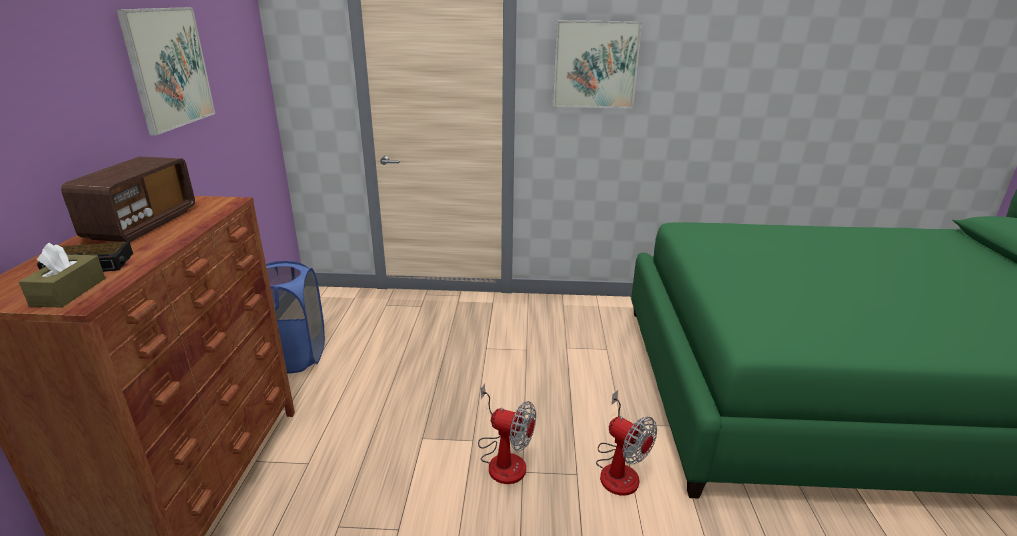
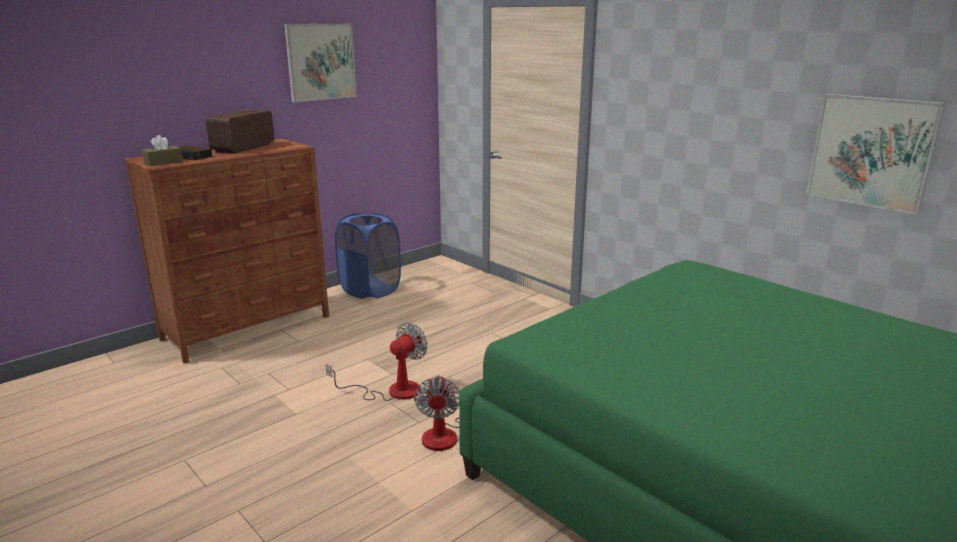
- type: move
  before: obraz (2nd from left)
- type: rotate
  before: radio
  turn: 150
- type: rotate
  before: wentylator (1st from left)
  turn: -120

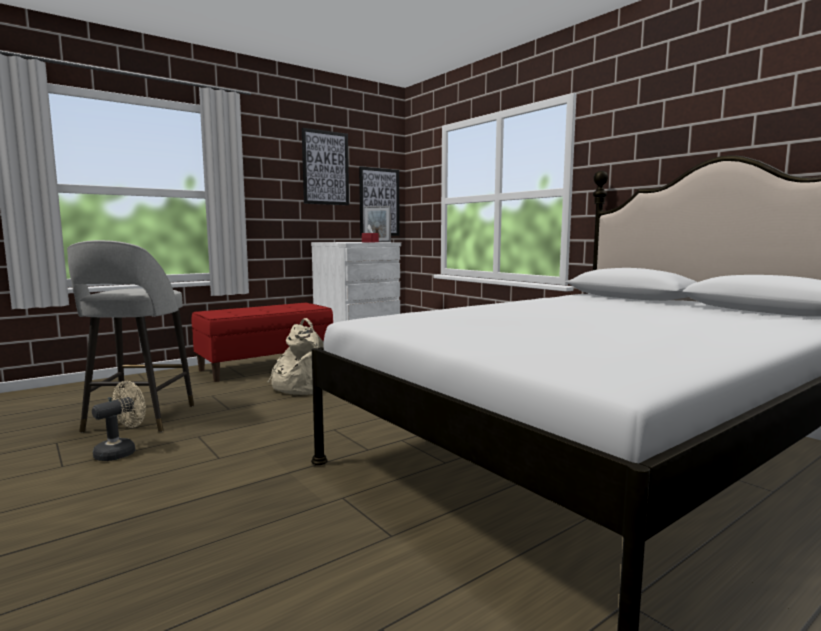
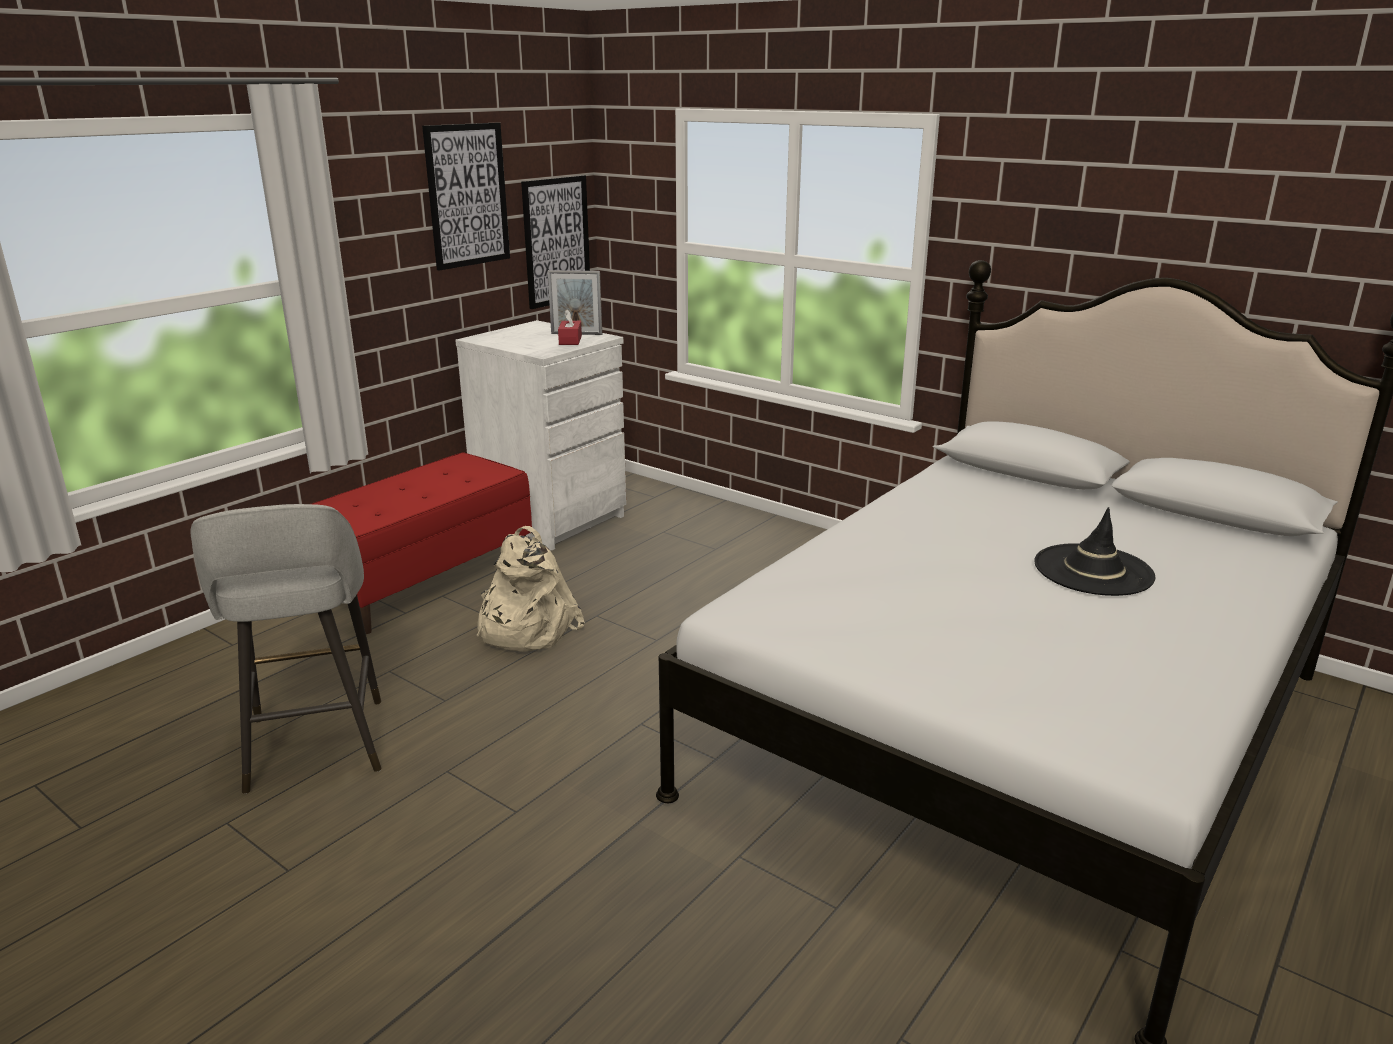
- type: delete
  before: wentylator/beżowy
- type: insert
  after: kapelusz/czarny

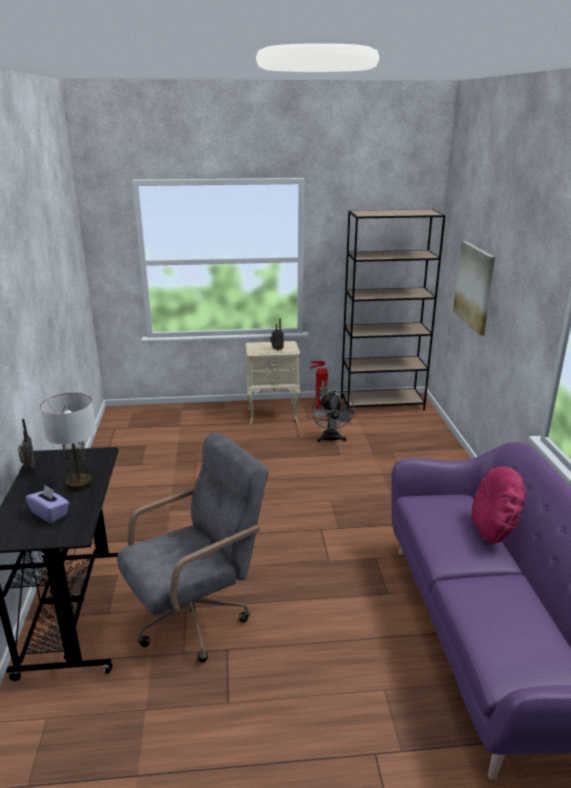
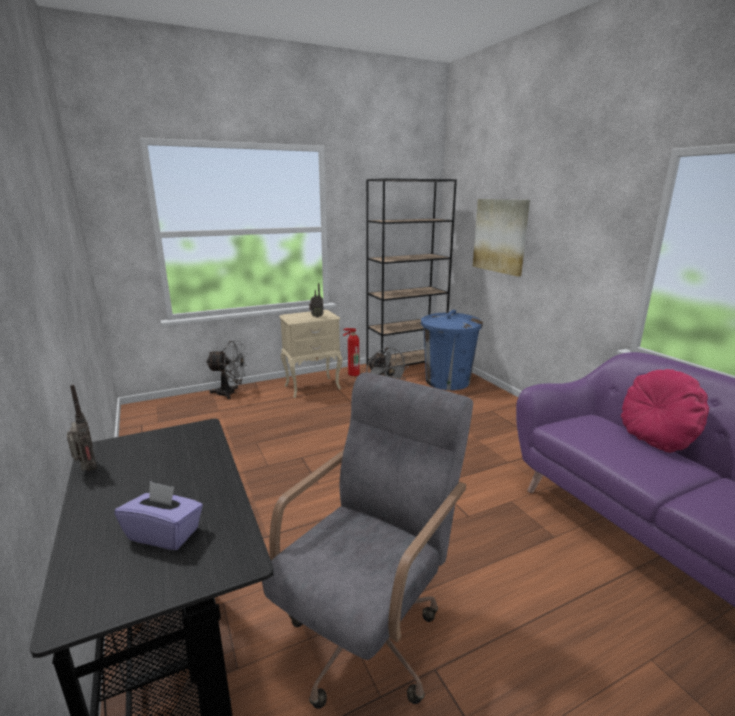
- type: delete
  before: lampa stołowa
- type: insert
  after: kosz na śmieci/niebieski
- type: insert
  after: wentylator/szary (1st from left)

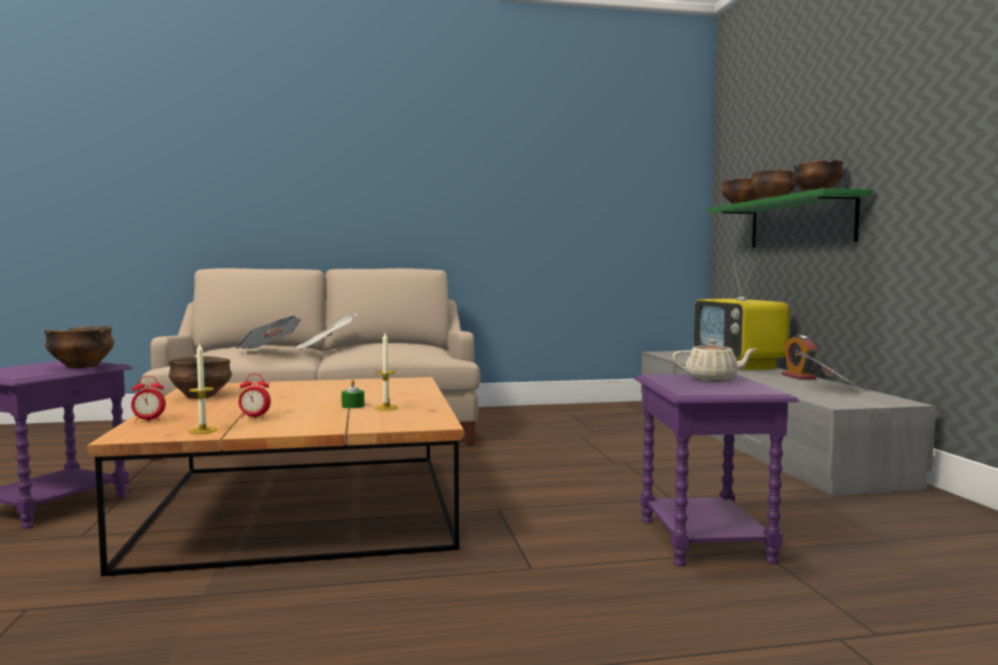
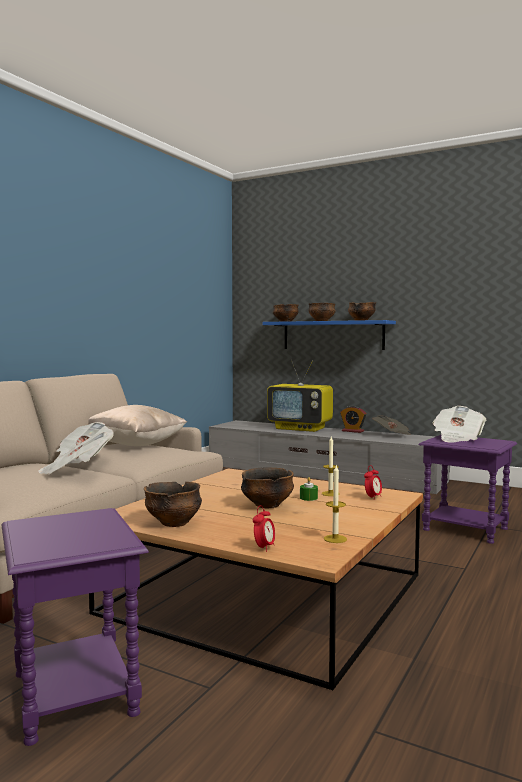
- type: recolor
  before: półka/zielony
  after: półka/niebieski
- type: move
  before: miska (1st from left in the first image)
  after: miska (2nd from left)
- type: replace
  before: imbryk/beżowy
  after: gazeta (4th from left)
- type: move
  before: budzik (2nd from left in the first image)
  after: budzik (3rd from left)
- type: insert
  after: poduszka/beżowy

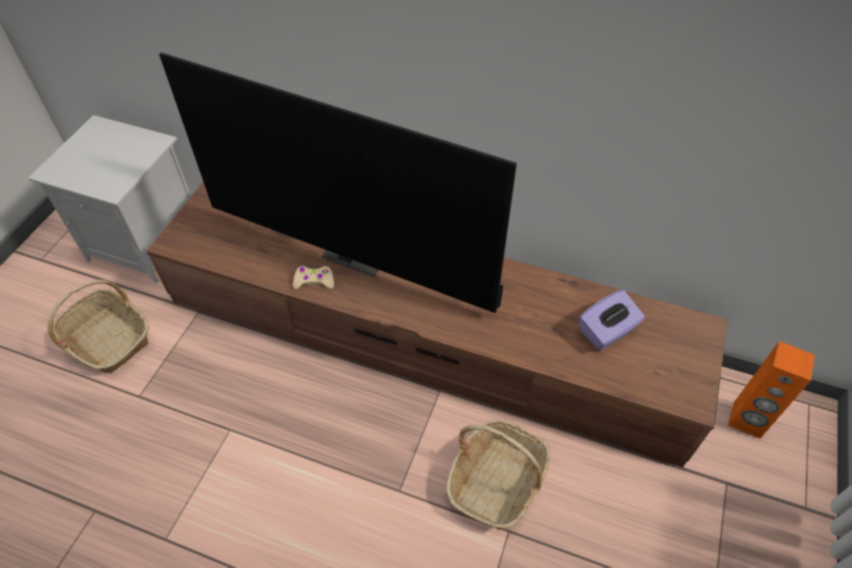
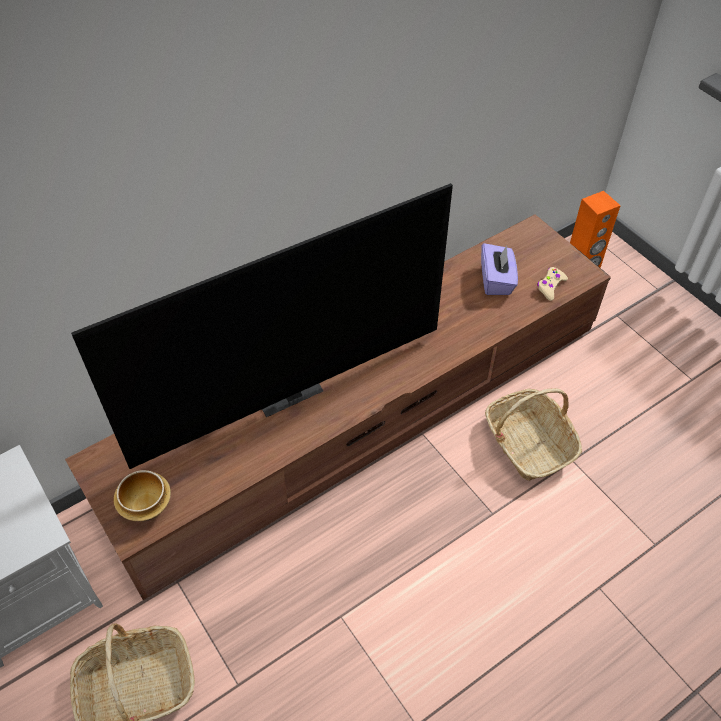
- type: move
  before: pad do gier/beżowy
- type: insert
  after: miska

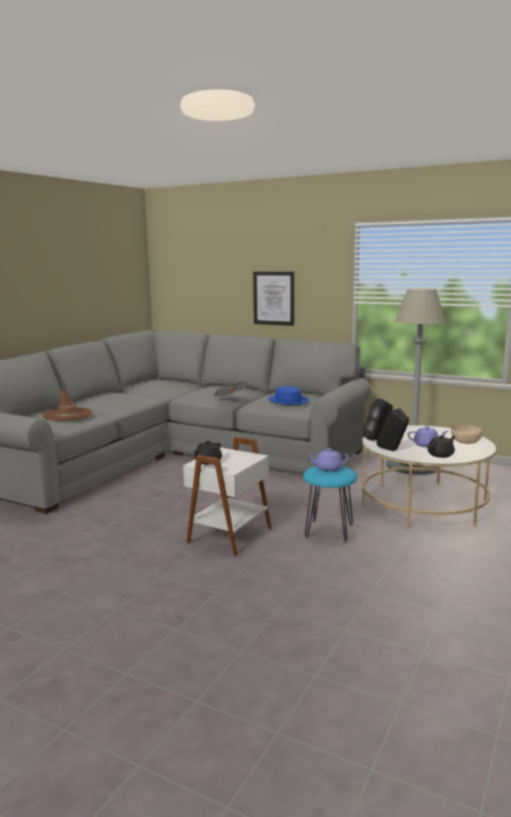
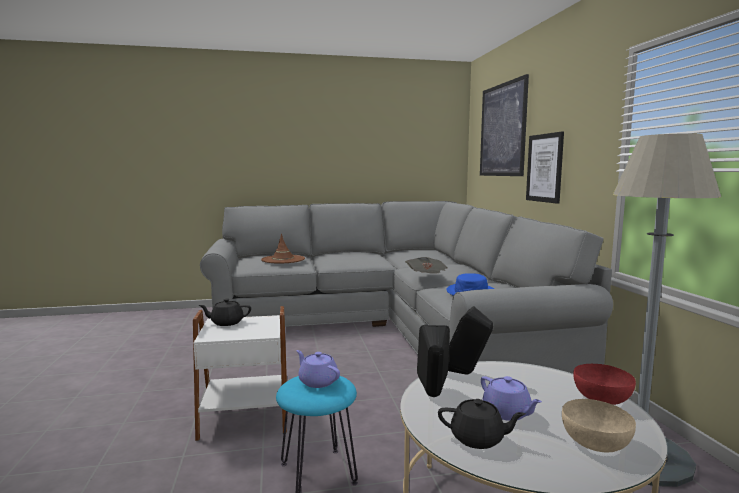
- type: insert
  after: obraz (1st from left)
- type: insert
  after: miska/czerwony

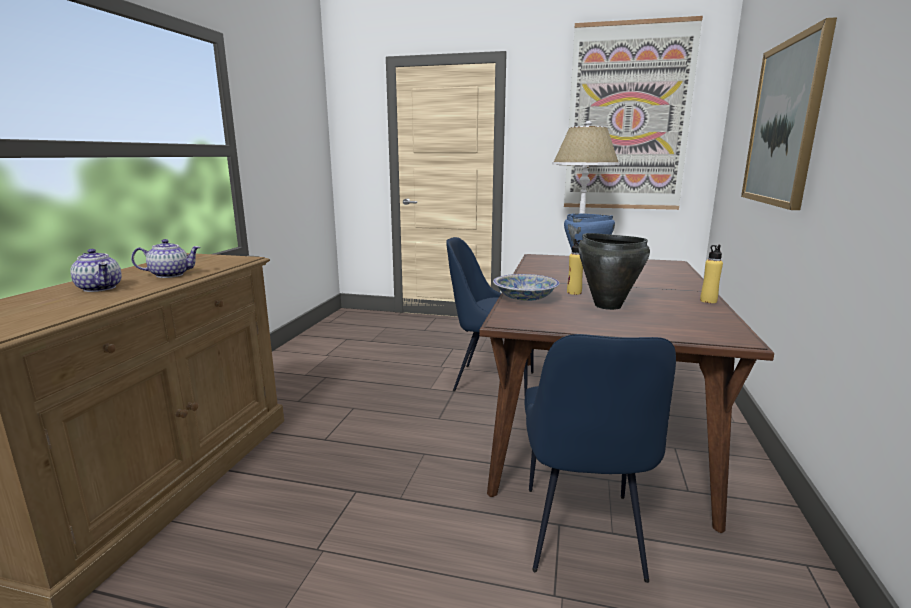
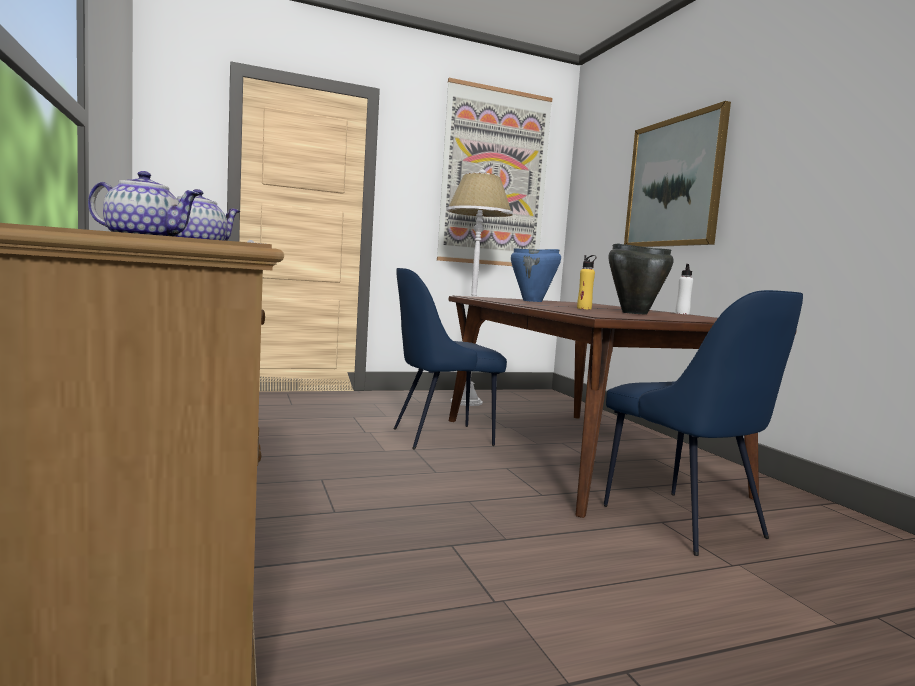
- type: recolor
  before: butelka/żółty (2nd from left)
  after: butelka/biały
- type: delete
  before: miska

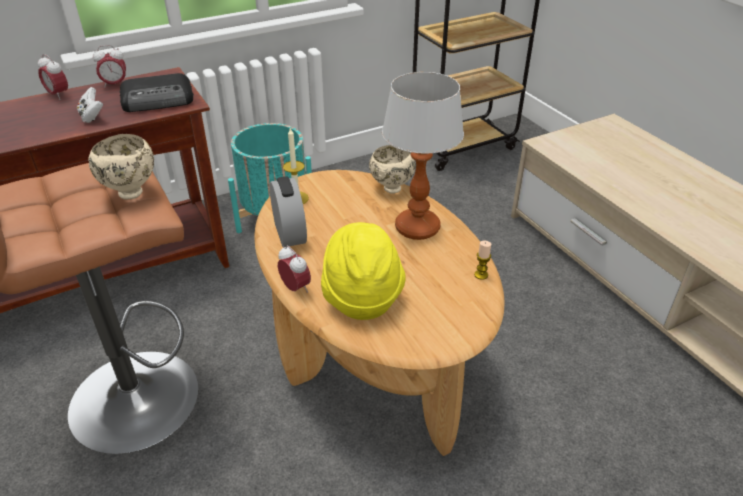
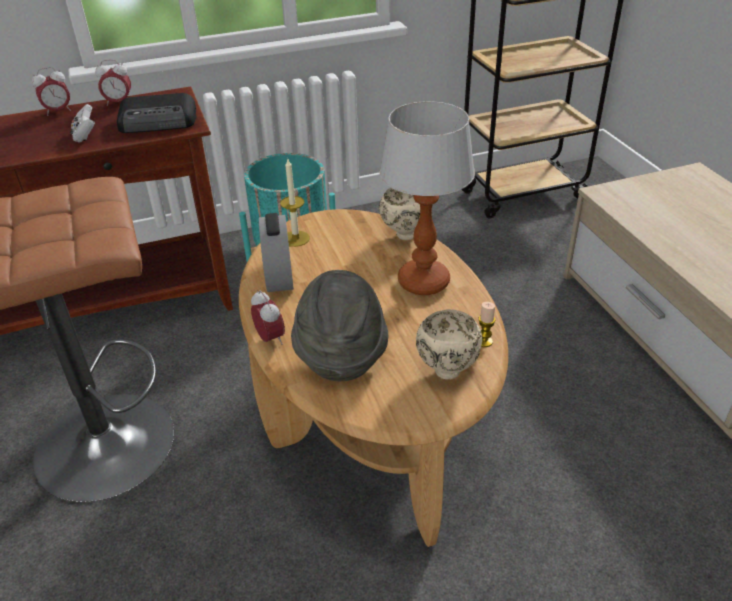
- type: rotate
  before: budzik (1st from left)
  turn: -75
- type: move
  before: miska/beżowy (1st from left in the first image)
  after: miska/beżowy (2nd from left)
- type: recolor
  before: kapelusz/żółty
  after: kapelusz/szary

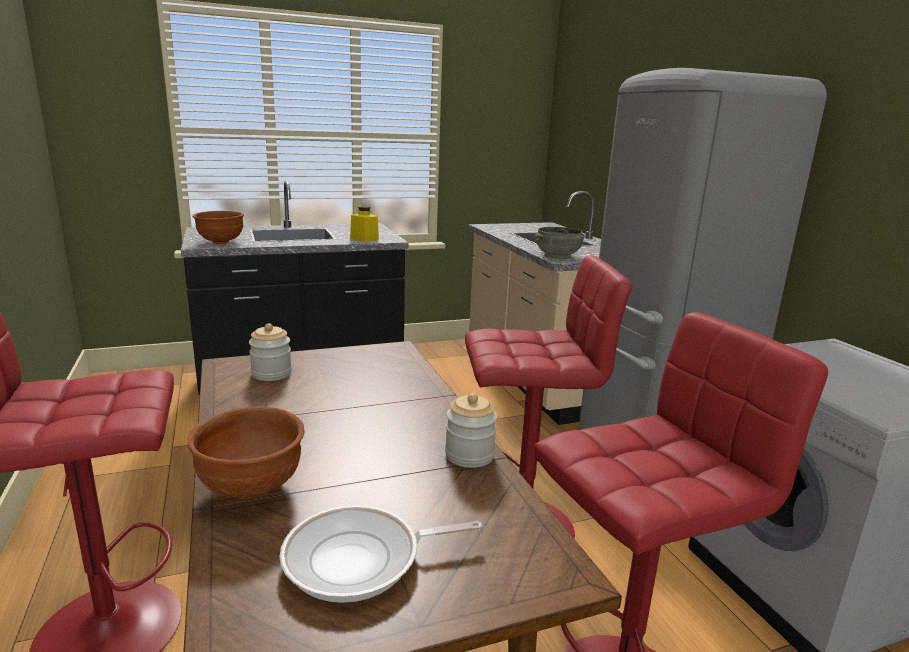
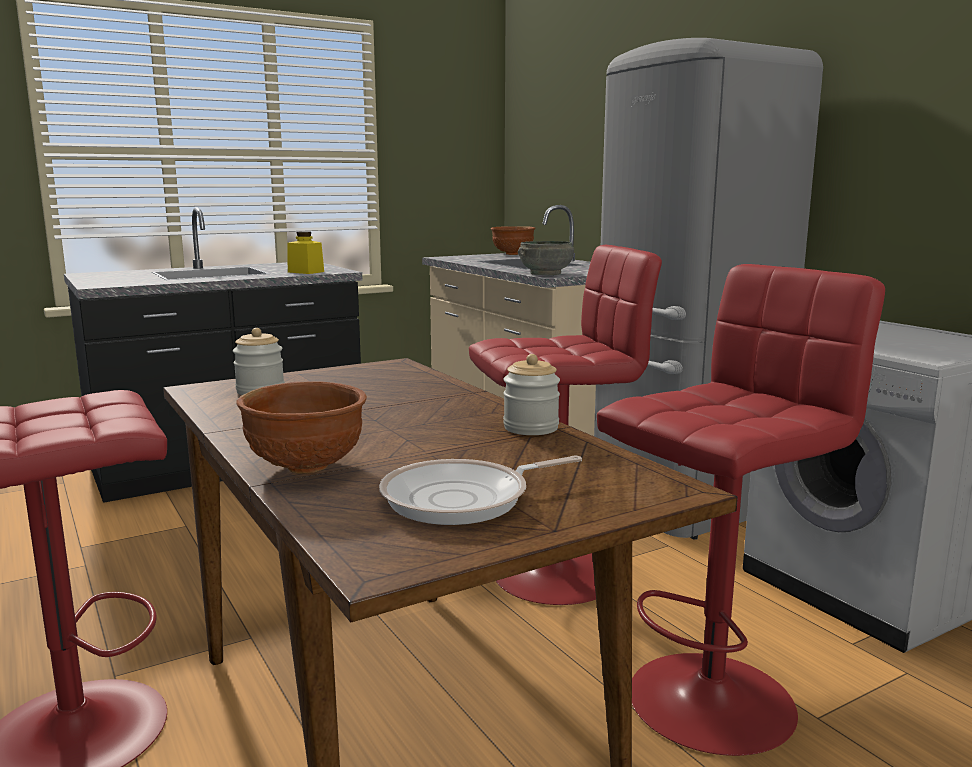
- type: move
  before: miska/brązowy (1st from left in the first image)
  after: miska/brązowy (2nd from left)

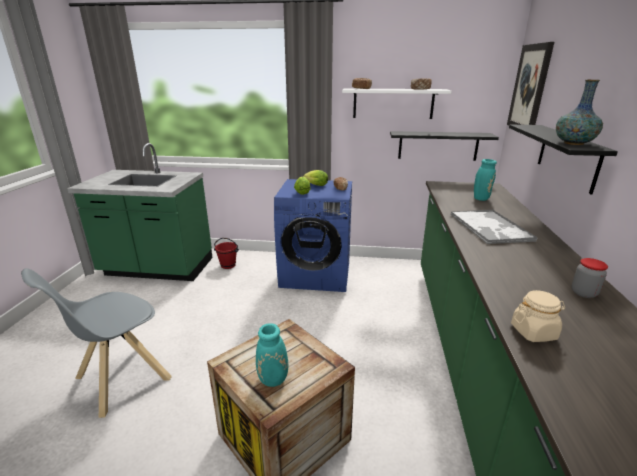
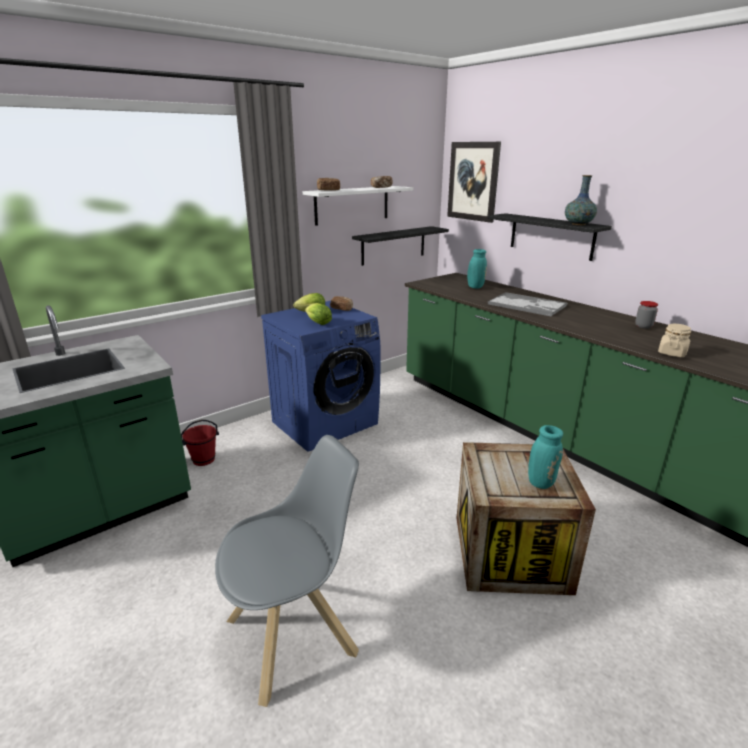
- type: rotate
  before: krzesło/szary
  turn: -120

